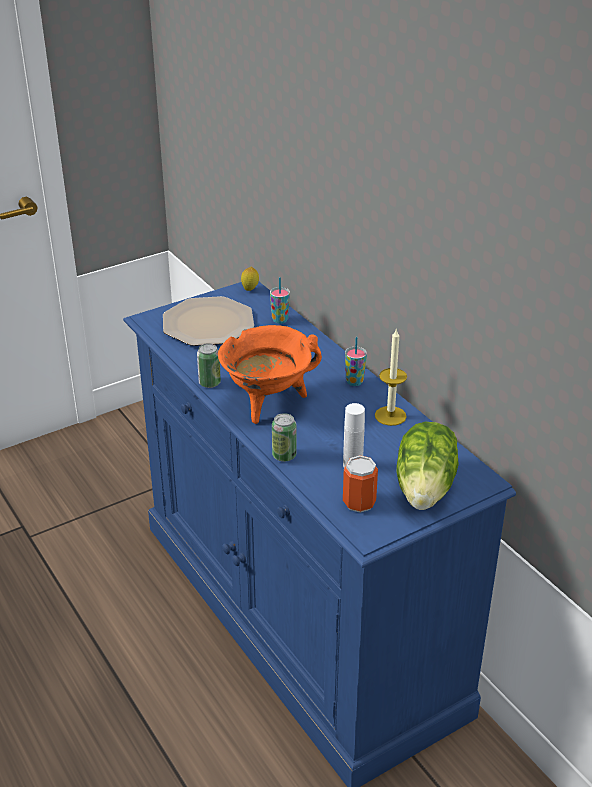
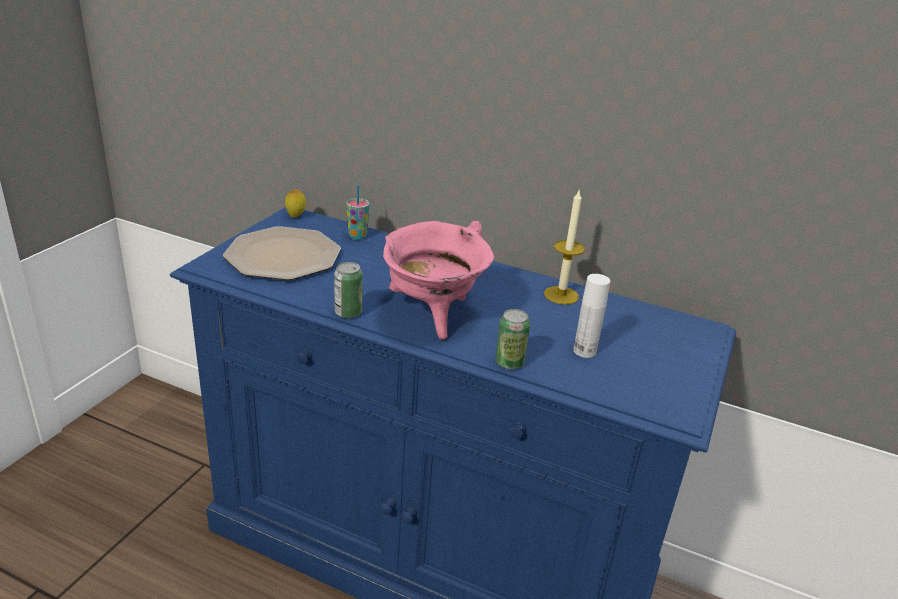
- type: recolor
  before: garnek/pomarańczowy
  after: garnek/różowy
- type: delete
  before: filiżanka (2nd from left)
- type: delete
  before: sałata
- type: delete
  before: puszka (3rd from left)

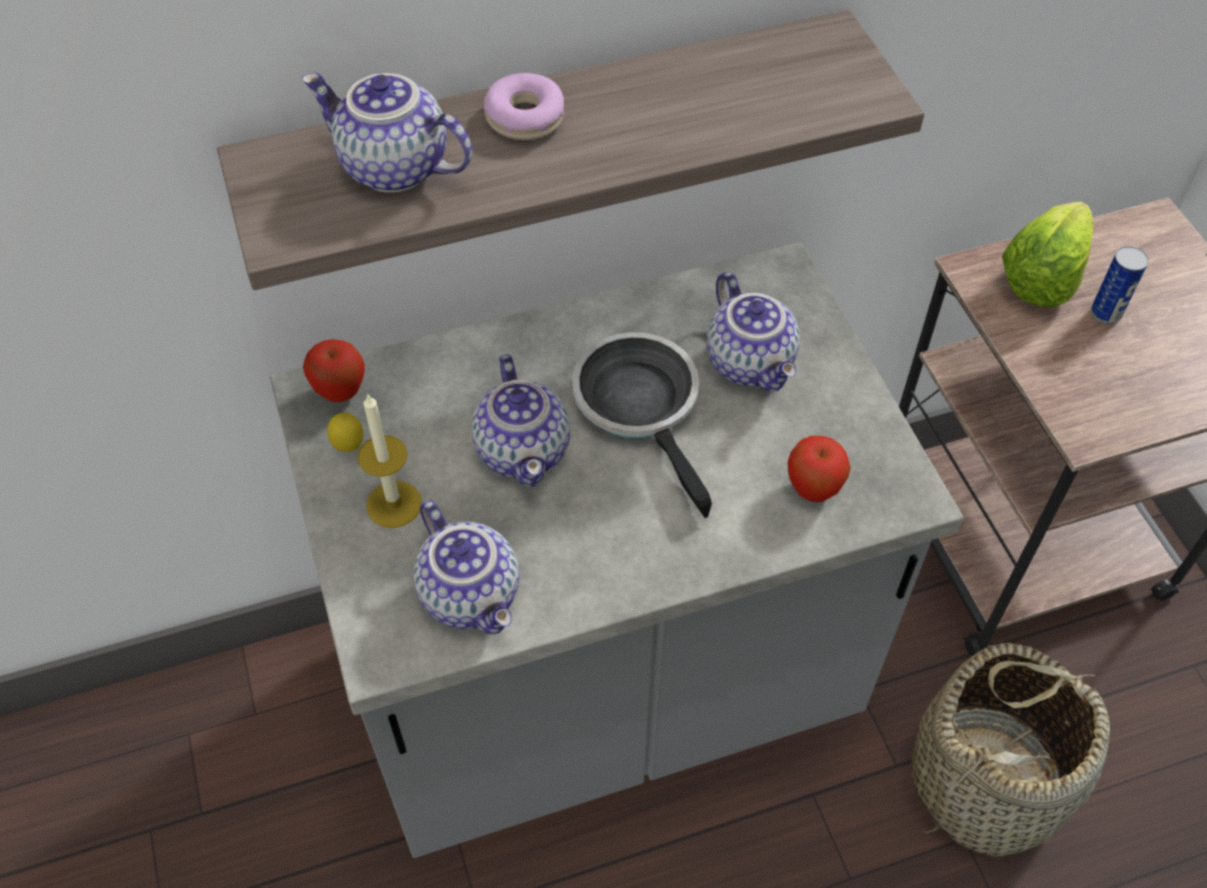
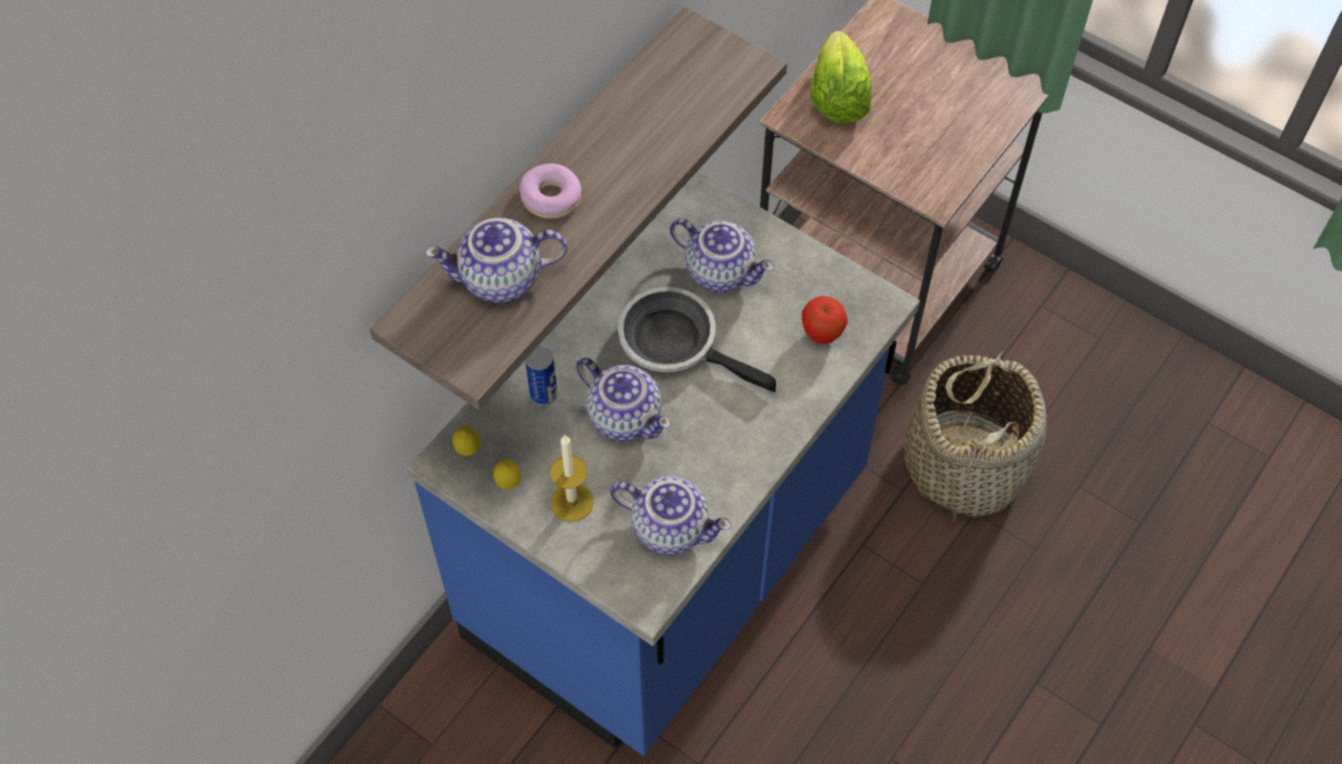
- type: recolor
  before: zabudowa kuchenna/szary
  after: zabudowa kuchenna/niebieski
- type: move
  before: puszka
- type: replace
  before: jabłko (1st from left)
  after: cytryna (1st from left)

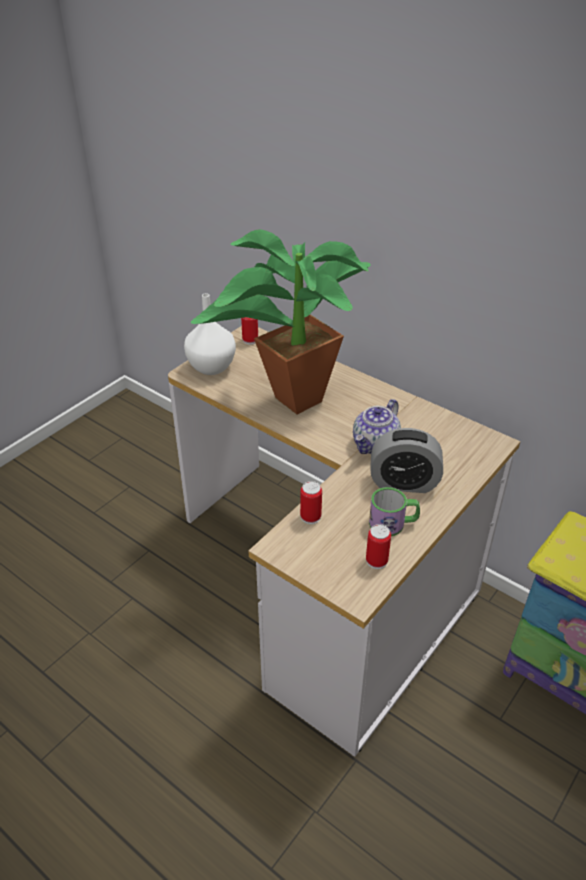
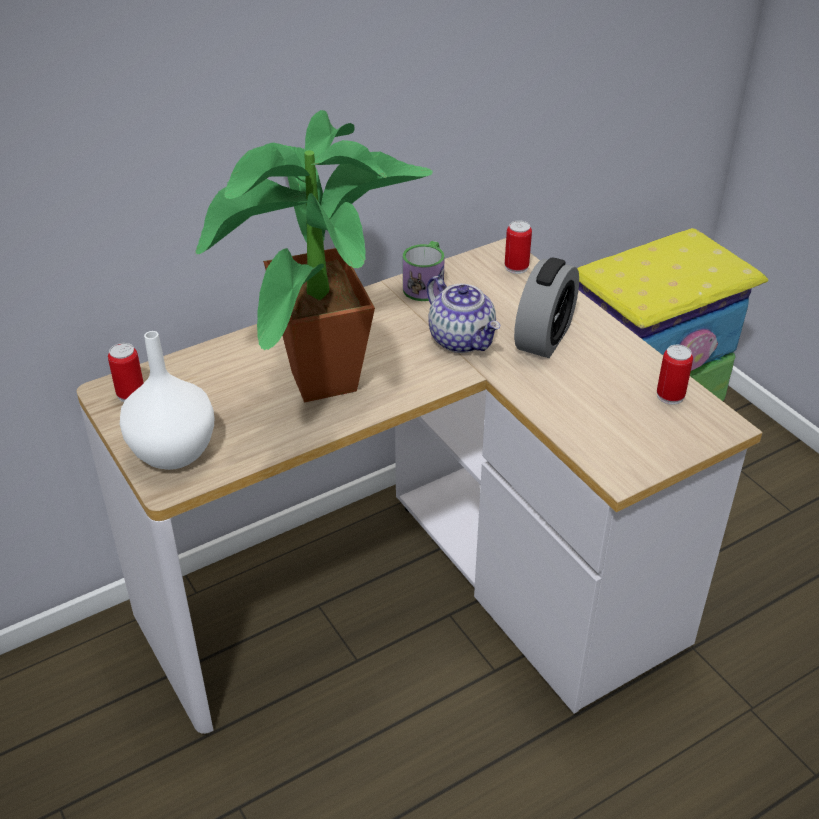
- type: move
  before: puszka (2nd from left)
- type: move
  before: kubek

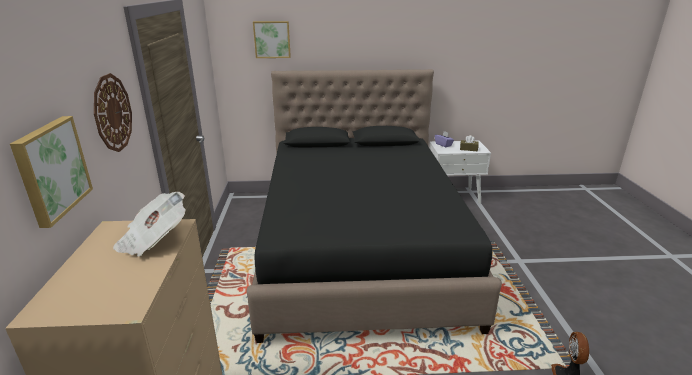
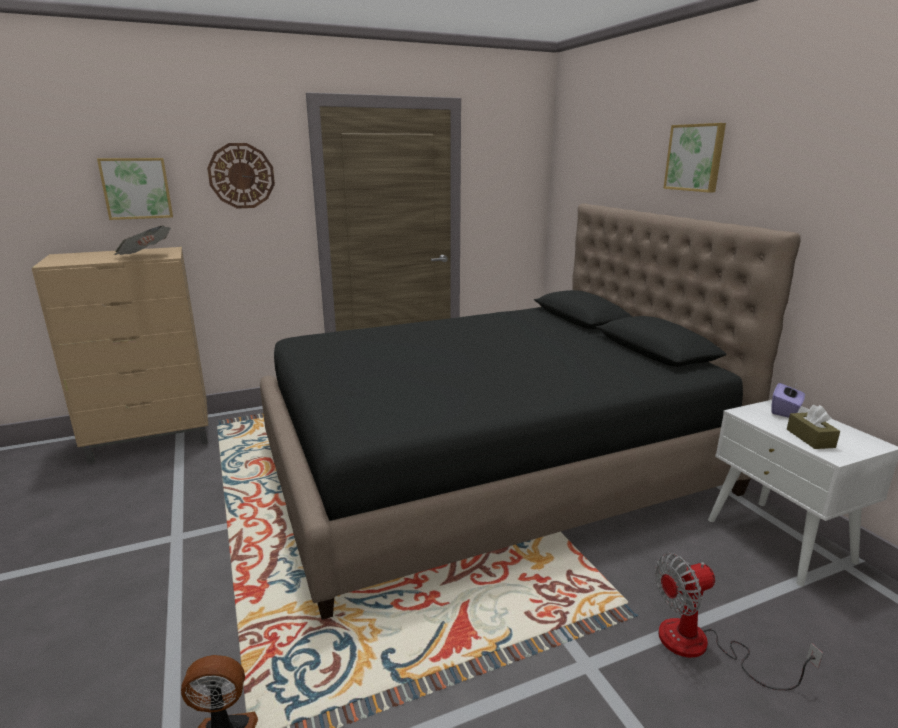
- type: move
  before: obraz (2nd from left)
- type: insert
  after: wentylator (2nd from left)

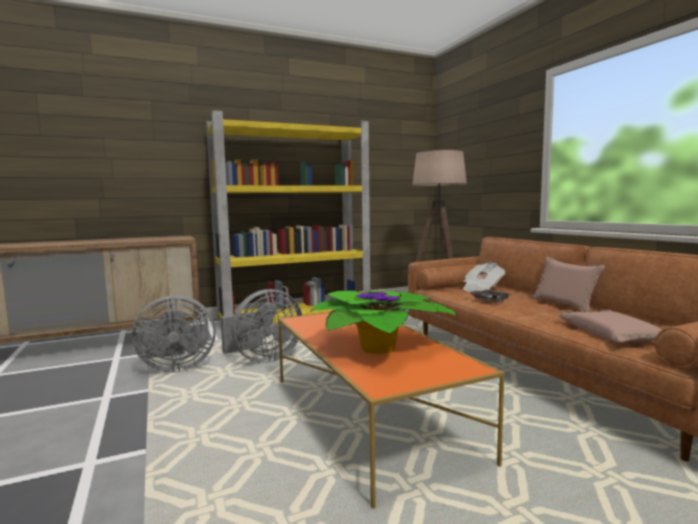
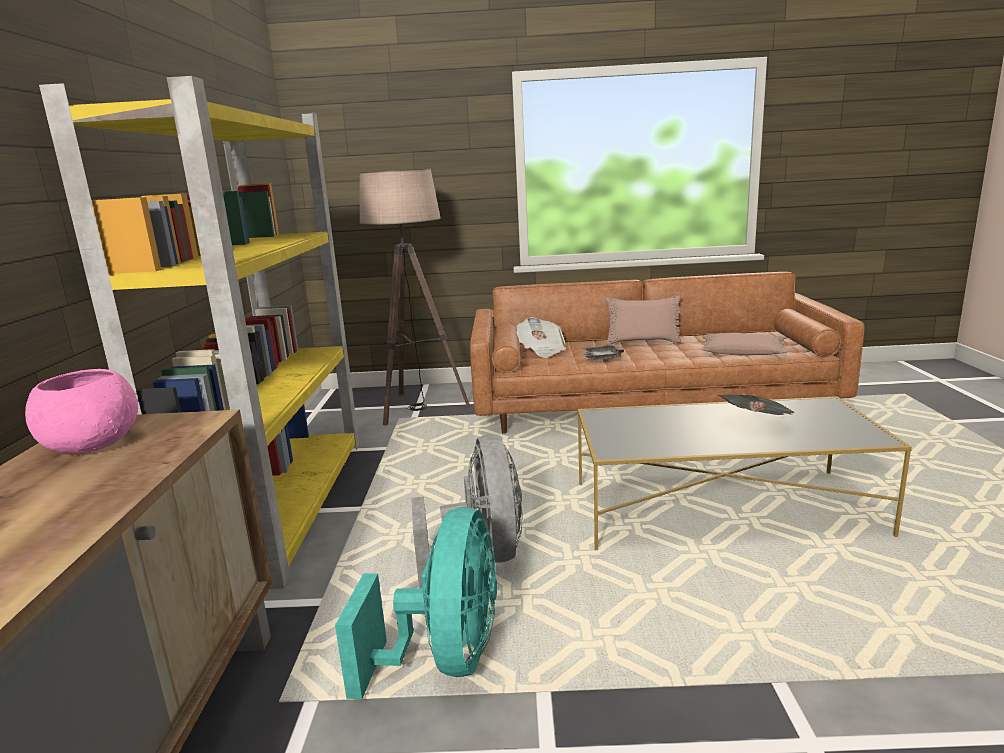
- type: replace
  before: roślina doniczkowa
  after: gazeta (2nd from left)
- type: recolor
  before: wentylator/szary (1st from left)
  after: wentylator/turkusowy
- type: recolor
  before: ława/pomarańczowy
  after: ława/szary
- type: insert
  after: miska/różowy

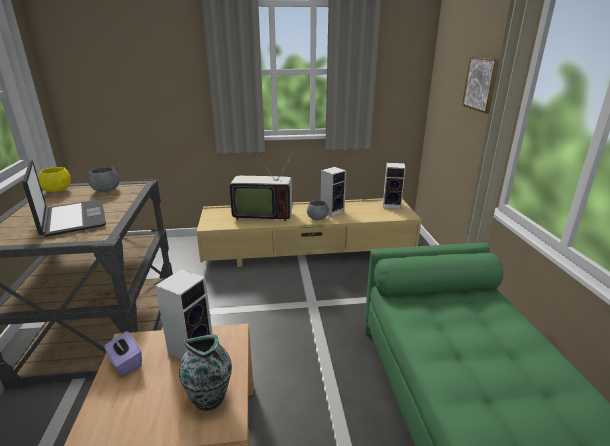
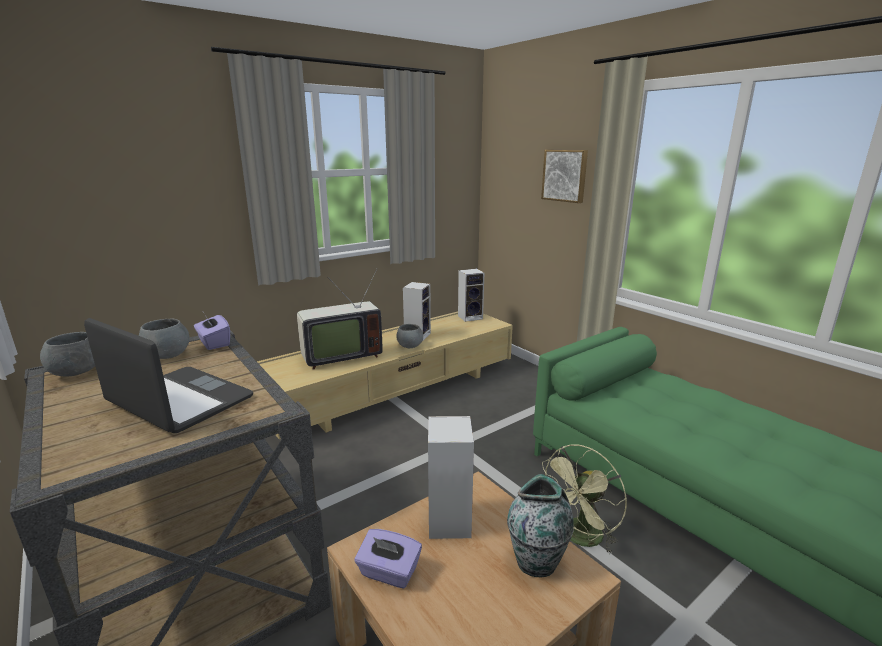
- type: recolor
  before: miska/żółty
  after: miska/szary (1st from left)
- type: insert
  after: pudełko chusteczek/fioletowy (1st from left)
- type: insert
  after: wentylator/zielony

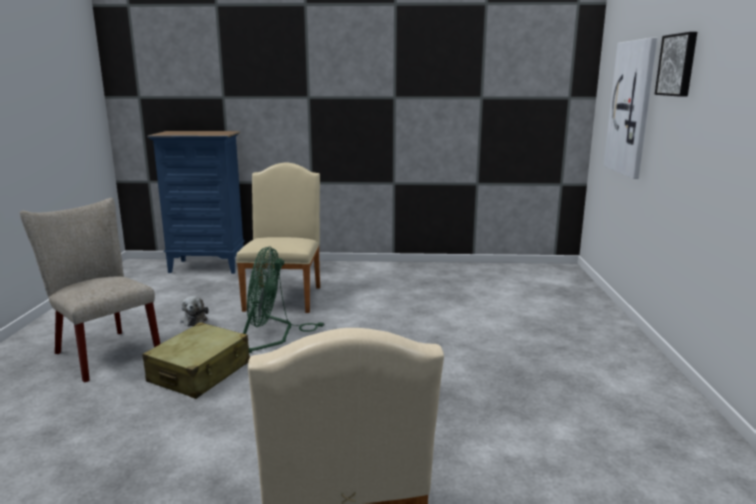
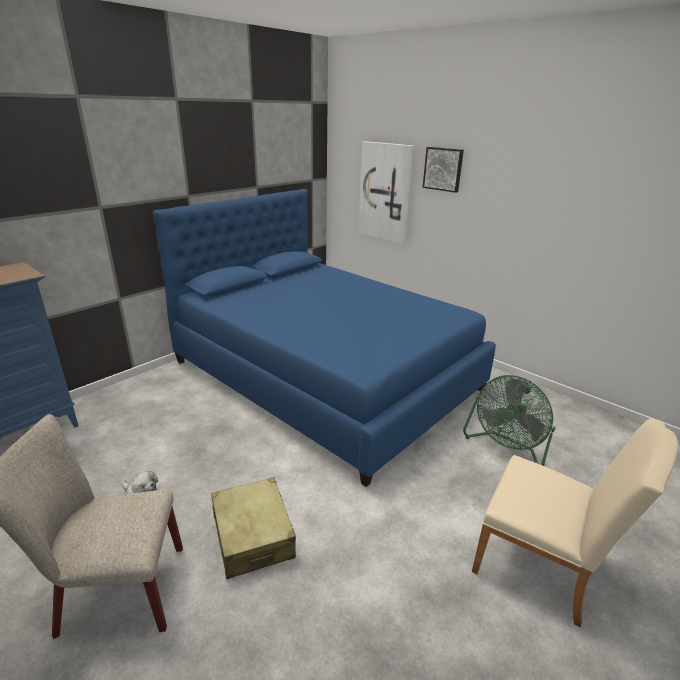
- type: delete
  before: krzesło/beżowy (2nd from left)
- type: move
  before: wentylator/zielony
- type: insert
  after: łóżko/niebieski

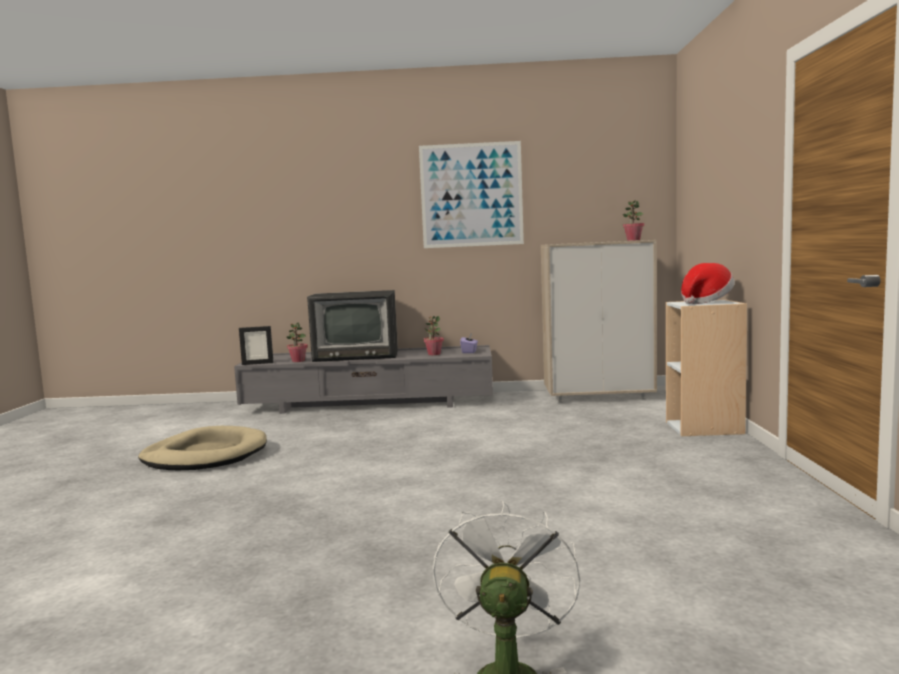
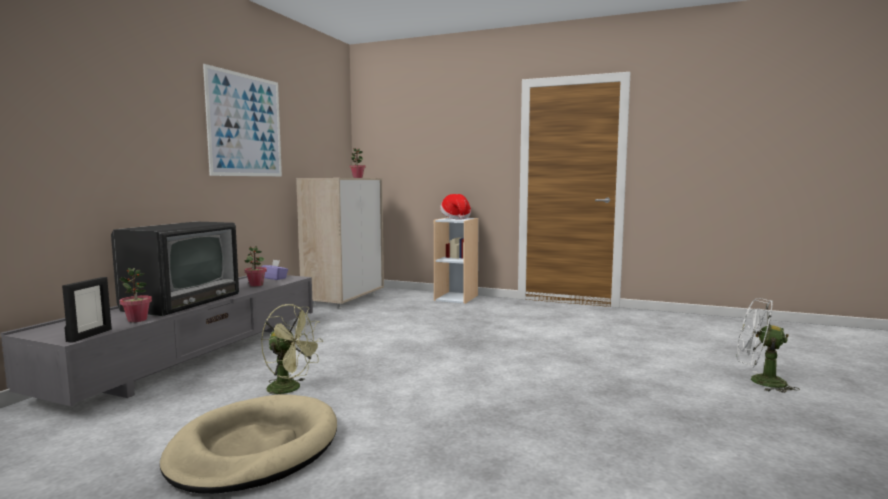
- type: insert
  after: wentylator/zielony

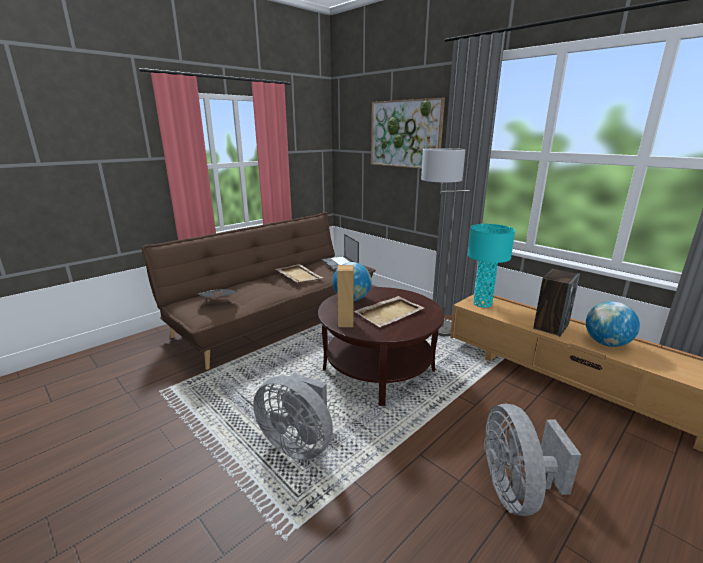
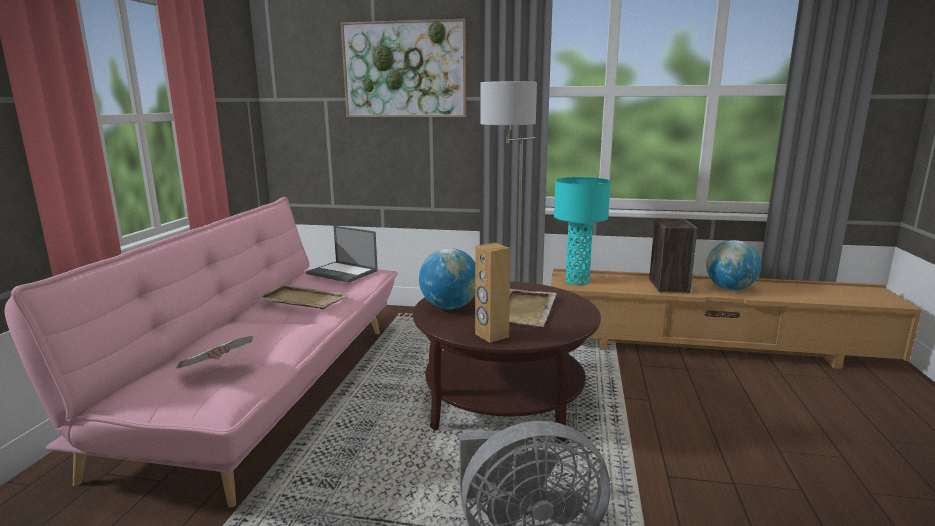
- type: recolor
  before: kanapa/brązowy
  after: kanapa/różowy
- type: delete
  before: wentylator/szary (2nd from left)

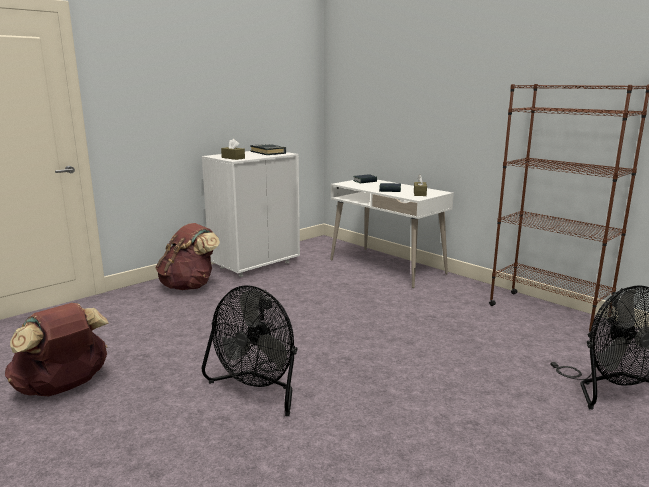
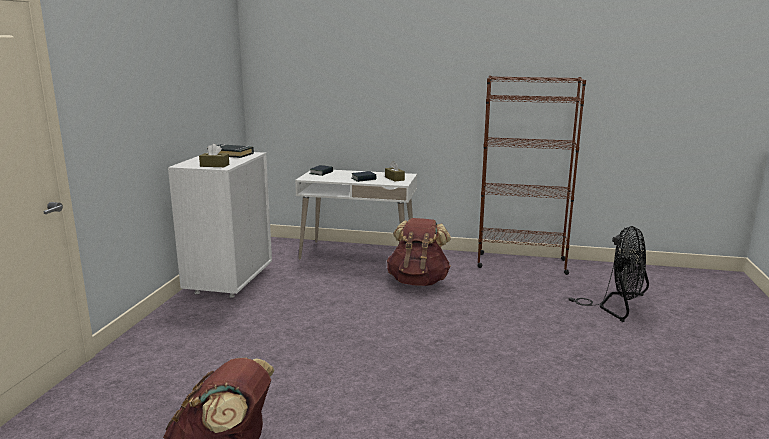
- type: move
  before: plecak/brązowy (2nd from left)
- type: delete
  before: wentylator/czarny (1st from left)

